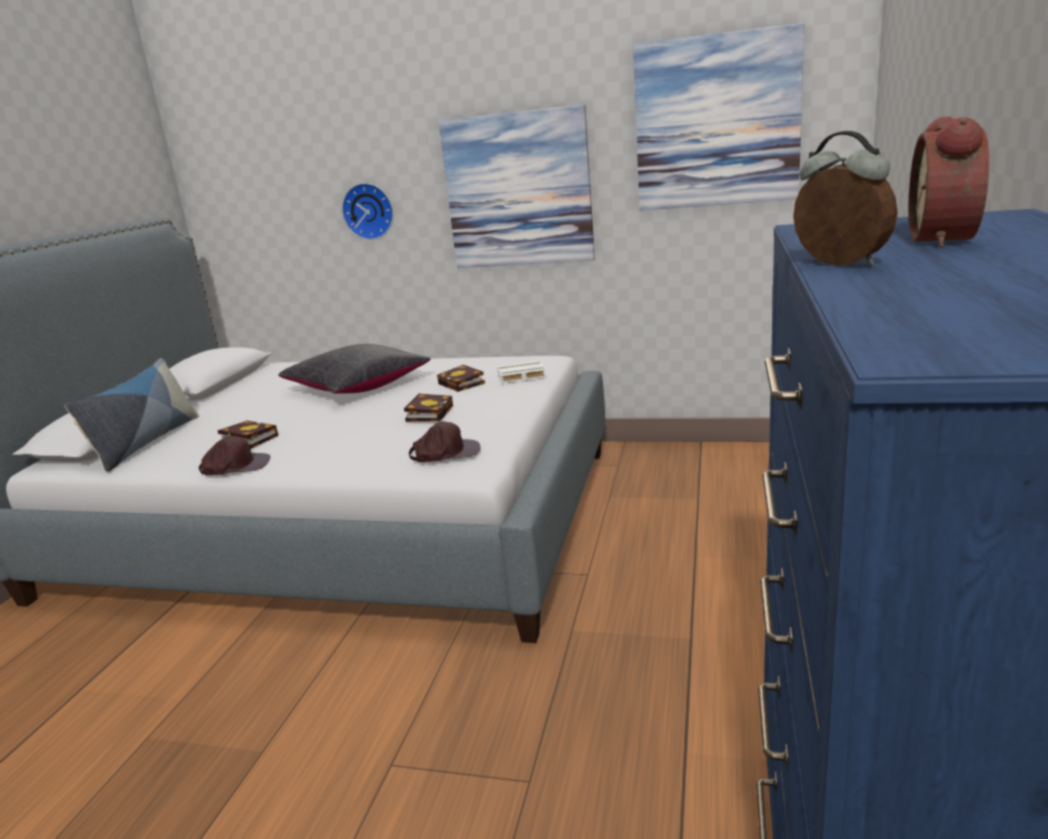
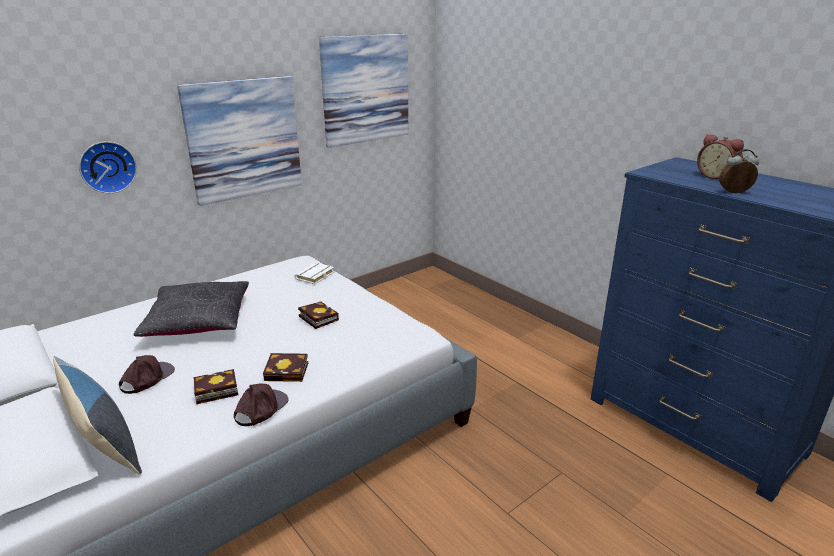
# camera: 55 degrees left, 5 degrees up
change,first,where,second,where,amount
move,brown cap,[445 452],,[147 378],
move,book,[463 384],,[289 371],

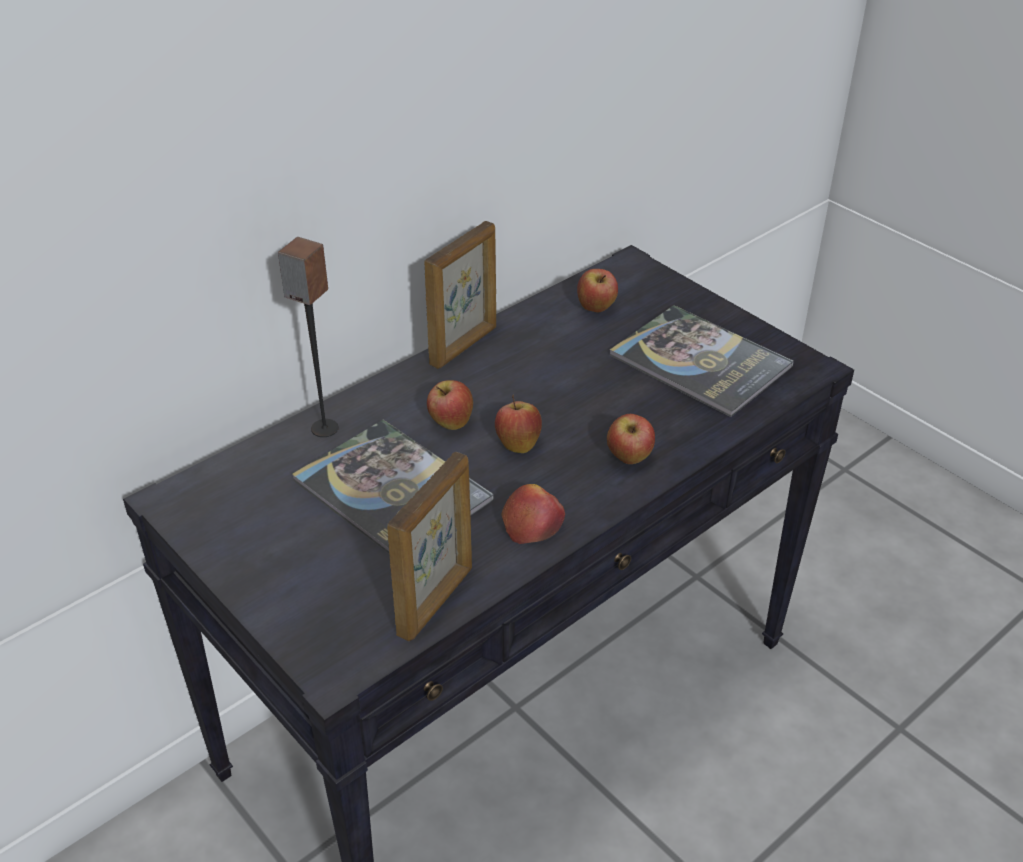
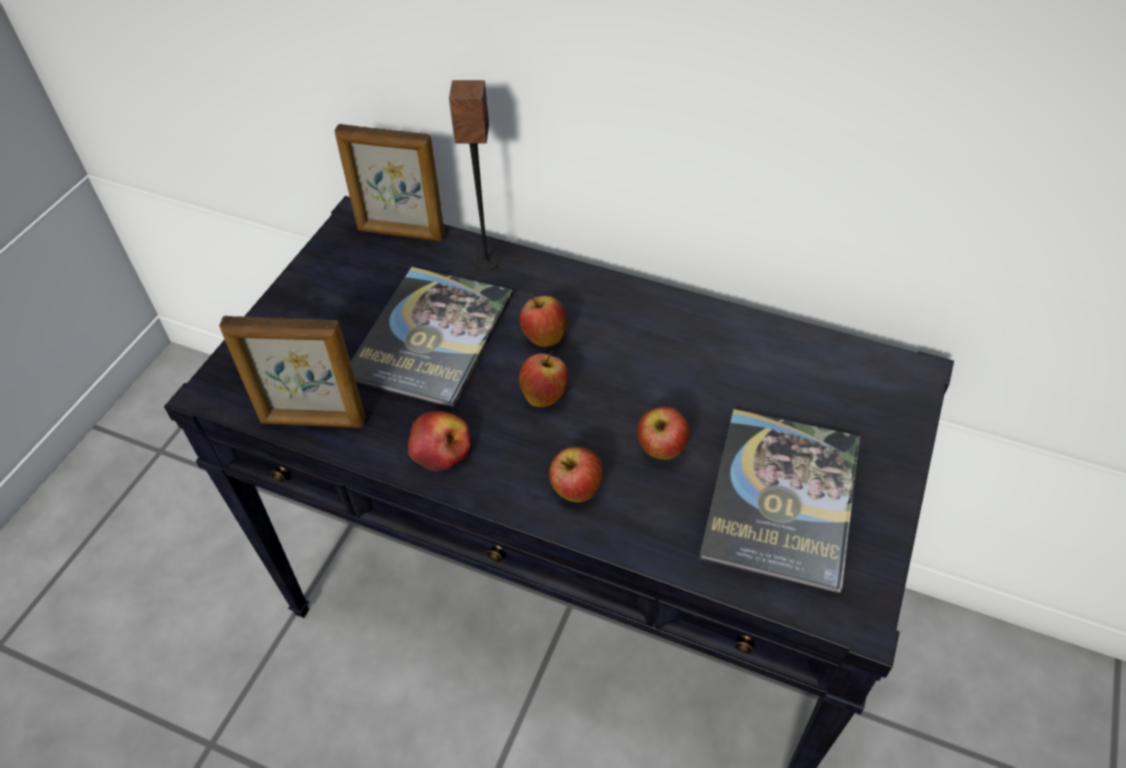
# camera: 65 degrees right, 10 degrees up
change,first,where,second,where,amount
move,picture frame,[464 346],,[400 233],
move,apple,[596 308],,[661 450],

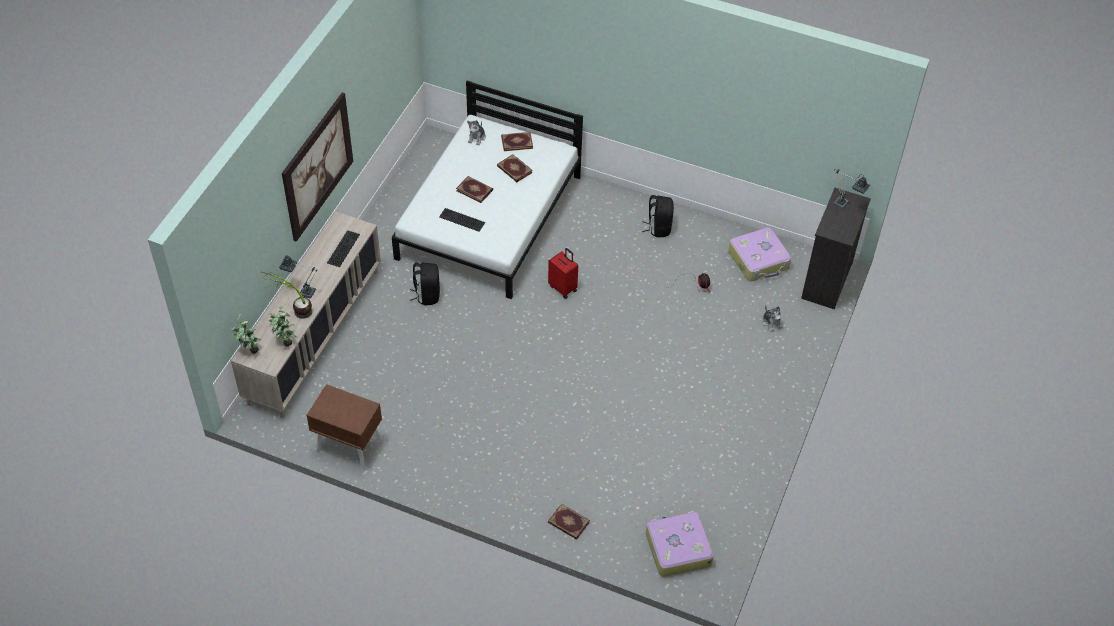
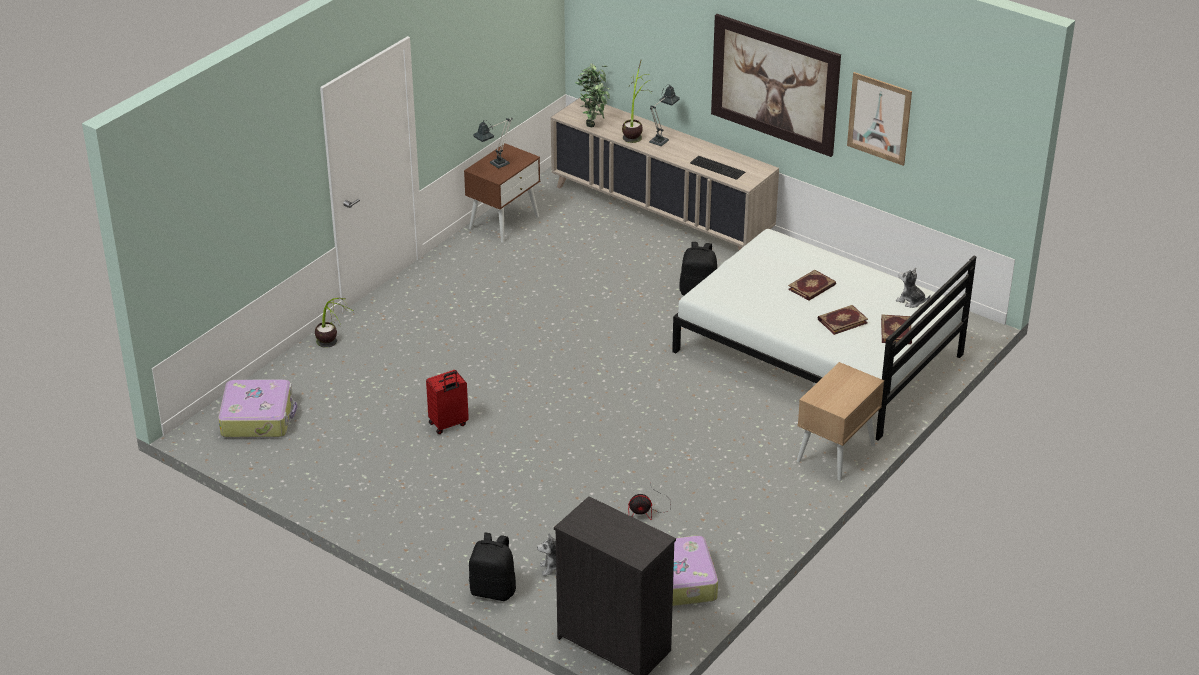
# camera: 105 degrees right, 15 degrees down
change,first,where,second,where,amount
replace,book,[568 523],potted plant,[333 347],
move,red suitcase,[563 288],,[448 424],
move,black backpack,[658 228],,[493 590],
move,table lamp,[844 205],,[496 165],
insert,,,beige nightstand,[836 453],
insert,,,picture,[879 118],
delete,keyboard,[461 220],,,

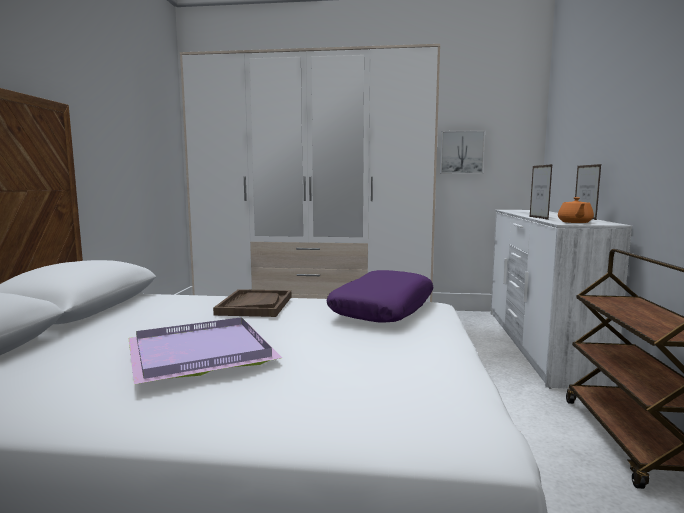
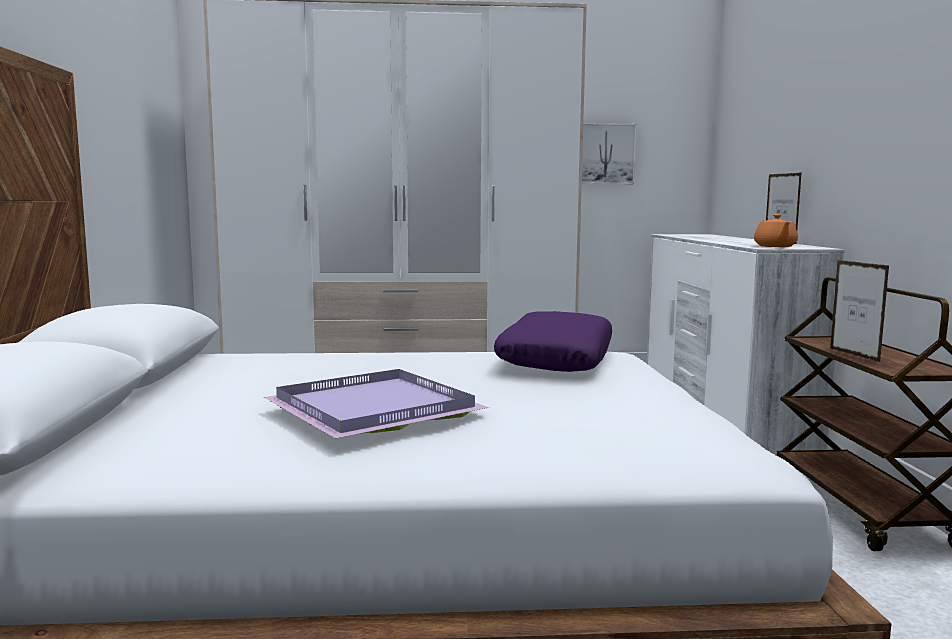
# camera: 10 degrees left, 0 degrees up
change,first,where,second,where,amount
move,picture frame,[538 218],,[854 355],
delete,brown tray,[255 305],,,

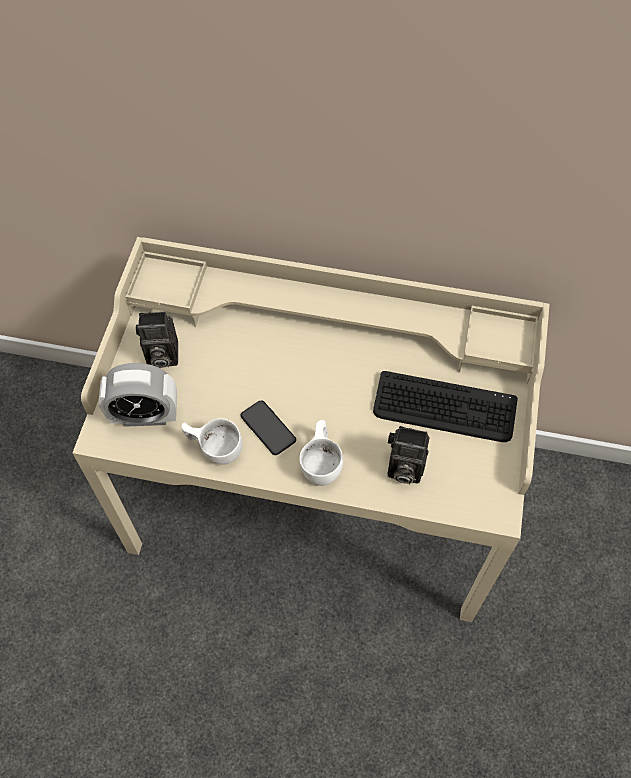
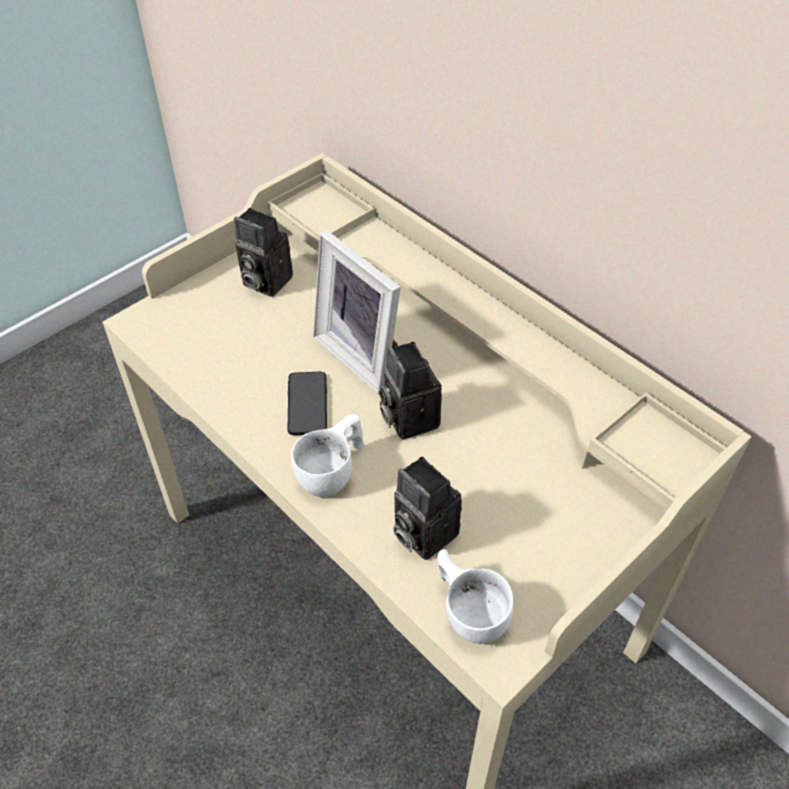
# camera: 35 degrees right, 10 degrees down
change,first,where,second,where,amount
insert,,,picture frame,[363 354],
insert,,,photo camera,[407 417],
move,white cup,[214 448],,[469 610],
delete,alarm clock,[145 416],,,
delete,keyboard,[444 408],,,

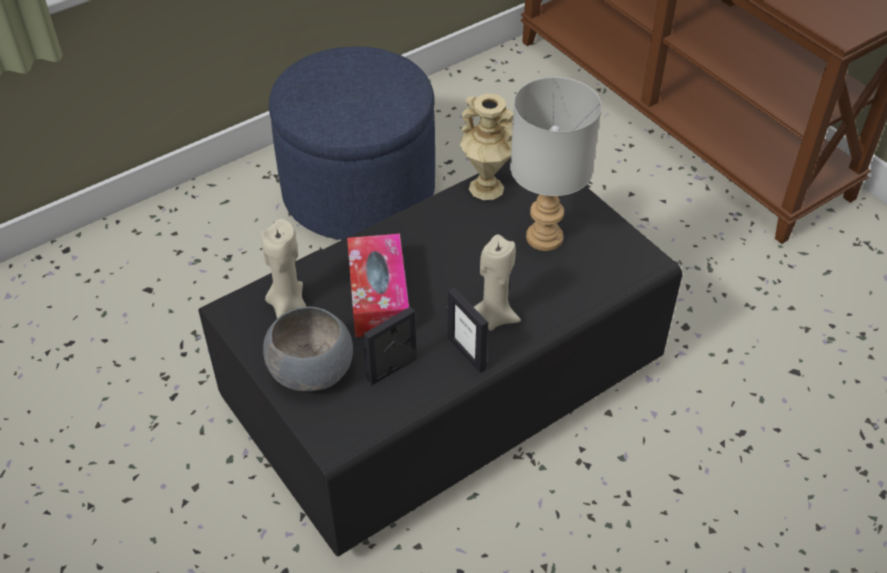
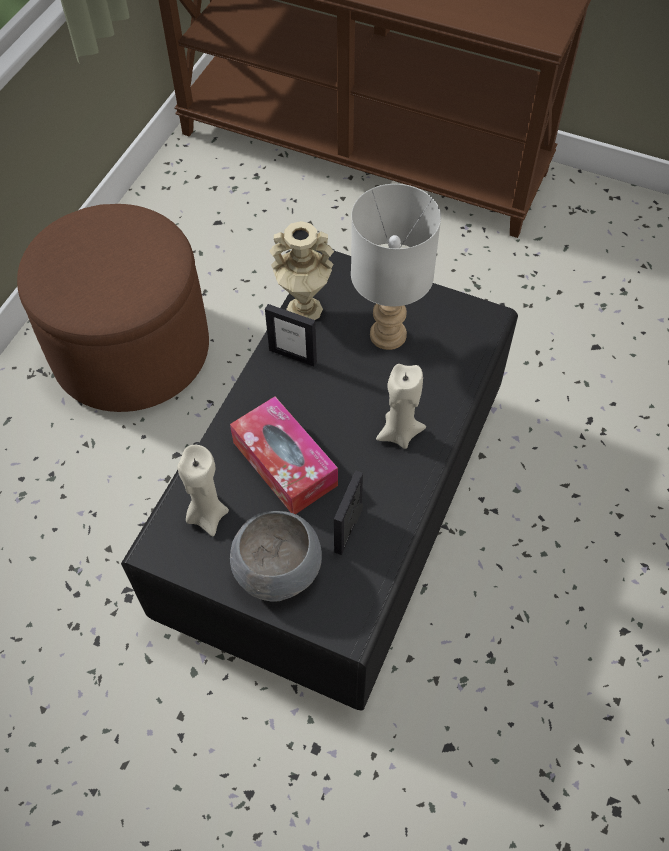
# camera: 30 degrees left, 10 degrees up
change,first,where,second,where,amount
recolor,blue ottoman,[358 191],brown ottoman,[131 350],
move,picture frame,[467 353],,[293 355],

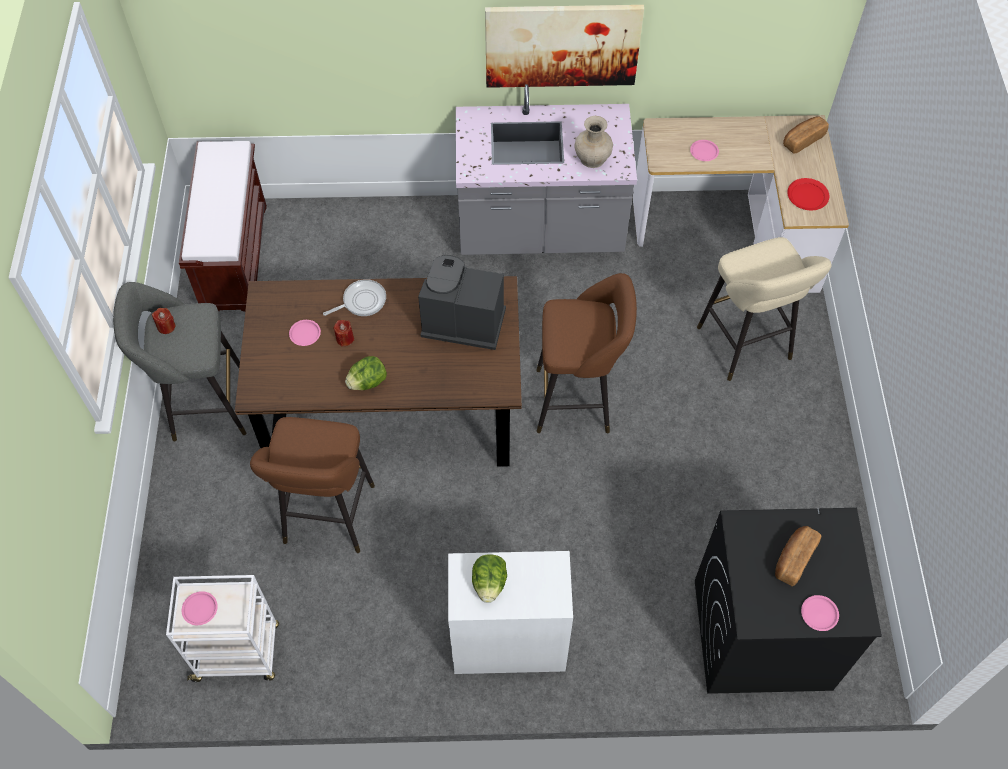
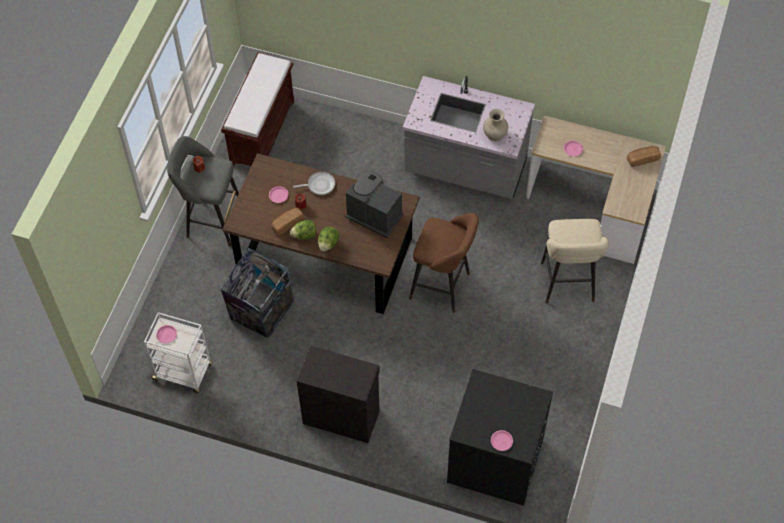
# camera: 20 degrees right, 0 degrees up
change,first,where,second,where,amount
replace,brown stool,[327 519],trash can,[261 312],
move,bread,[793 559],,[287 224],
recolor,white cabinet,[508 641],black cabinet,[341 416],
move,lettuce,[489 583],,[328 243],
delete,picture,[562 45],,,
delete,red plate,[807 196],,,

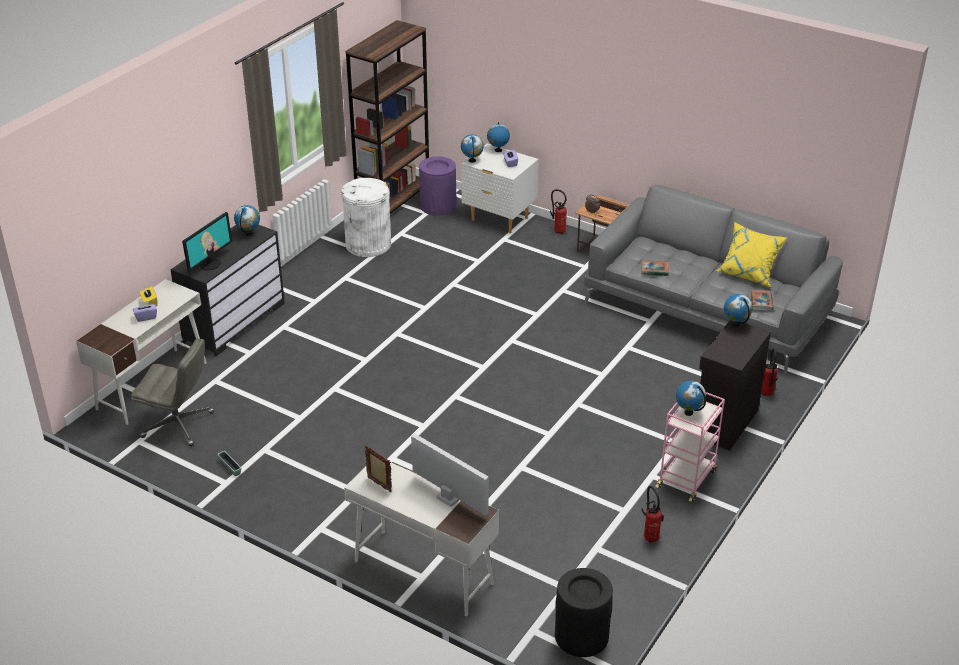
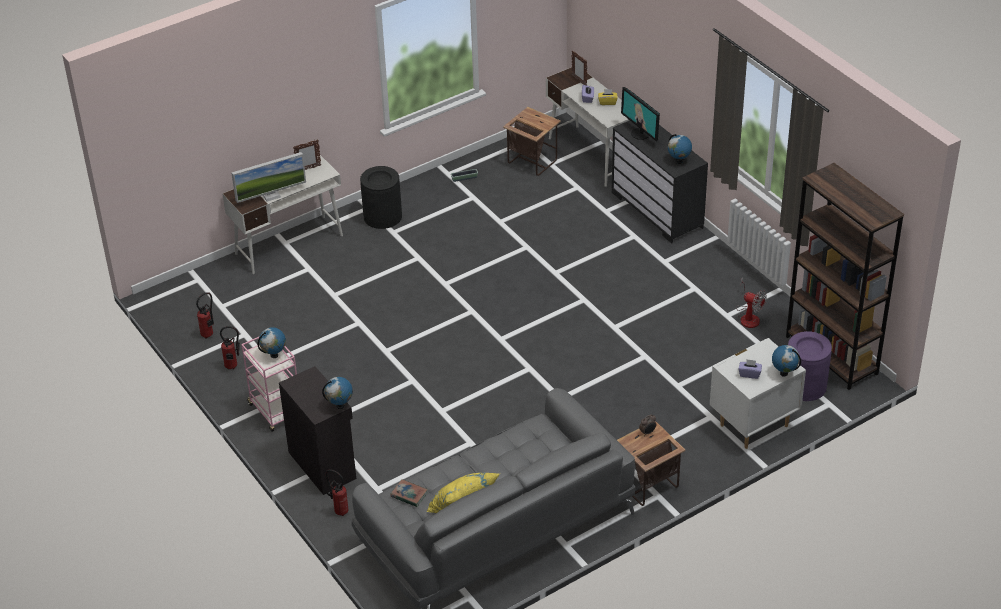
# camera: 115 degrees right, 5 degrees up
change,first,where,second,where,amount
move,fire extinguisher,[558 231],,[209 334],
move,black trash can,[582 635],,[383 217],
replace,grey office chair,[178 425],side table,[531 162],
insert,,,picture frame,[579 81],
replace,white trash can,[368 244],fan,[748 316],
delete,globe,[472 161],,,
delete,book,[654 270],,,

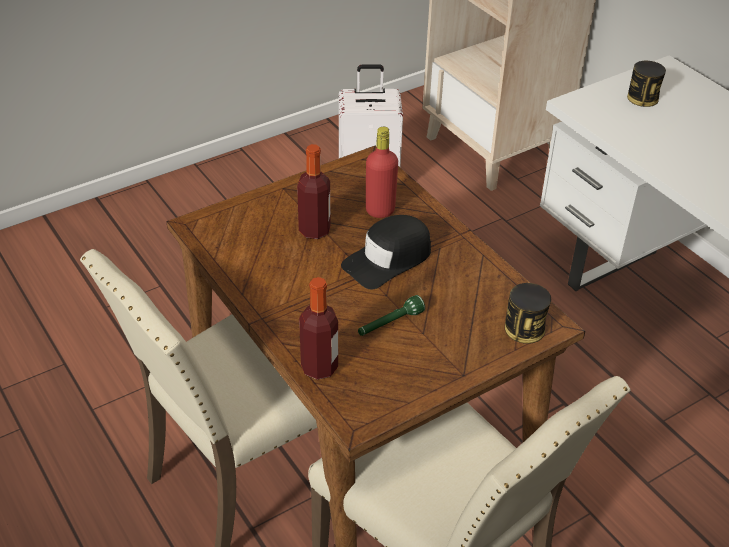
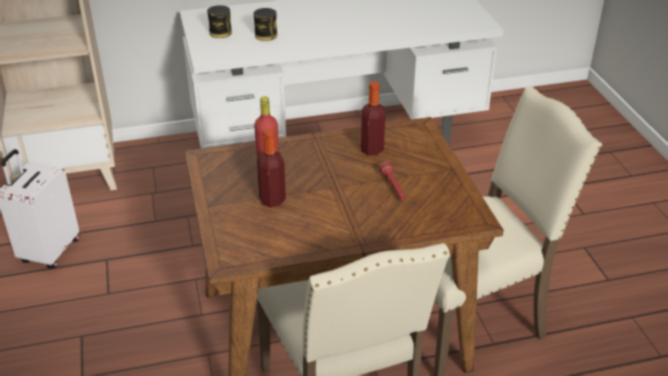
# camera: 70 degrees left, 5 degrees down
change,first,where,second,where,amount
move,can,[524 329],,[266 35],
move,bottle,[319 367],,[372 150],
recolor,green flashlight,[389 324],red flashlight,[393 187],
delete,black cap,[388 259],,,

